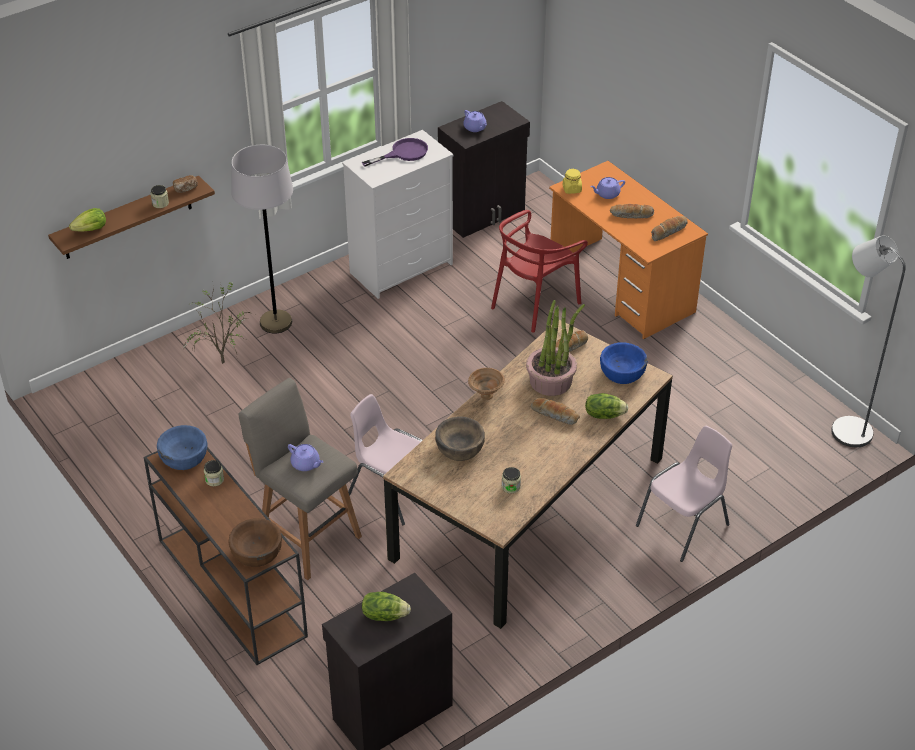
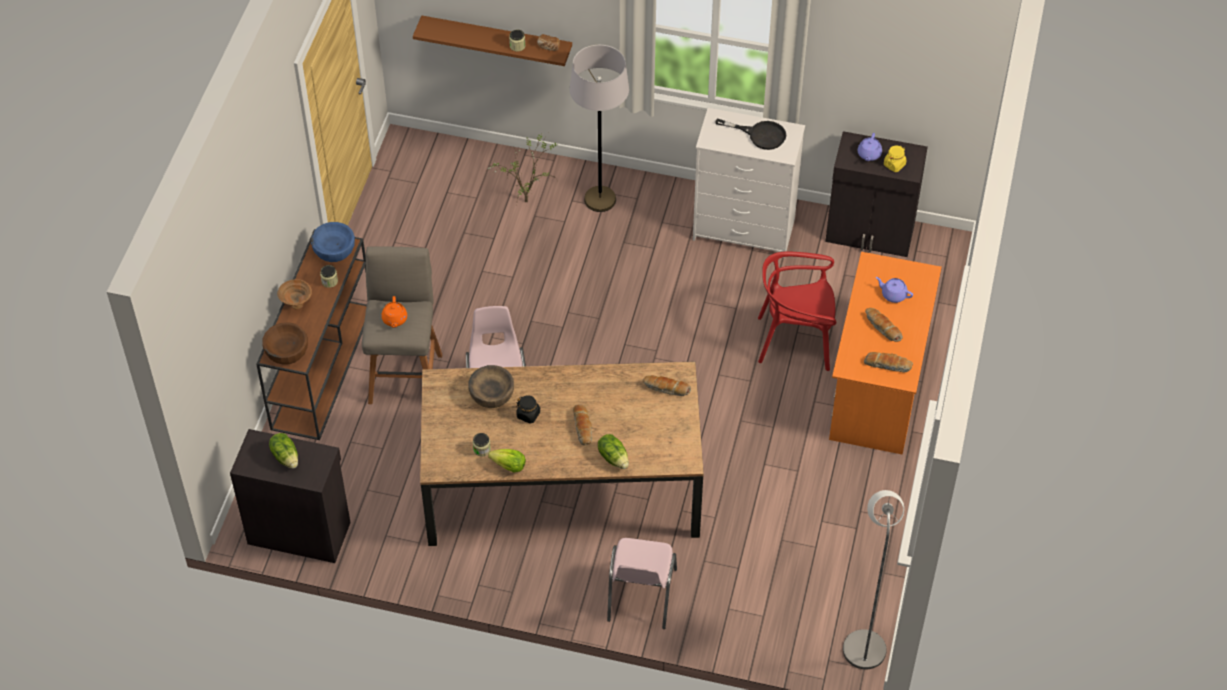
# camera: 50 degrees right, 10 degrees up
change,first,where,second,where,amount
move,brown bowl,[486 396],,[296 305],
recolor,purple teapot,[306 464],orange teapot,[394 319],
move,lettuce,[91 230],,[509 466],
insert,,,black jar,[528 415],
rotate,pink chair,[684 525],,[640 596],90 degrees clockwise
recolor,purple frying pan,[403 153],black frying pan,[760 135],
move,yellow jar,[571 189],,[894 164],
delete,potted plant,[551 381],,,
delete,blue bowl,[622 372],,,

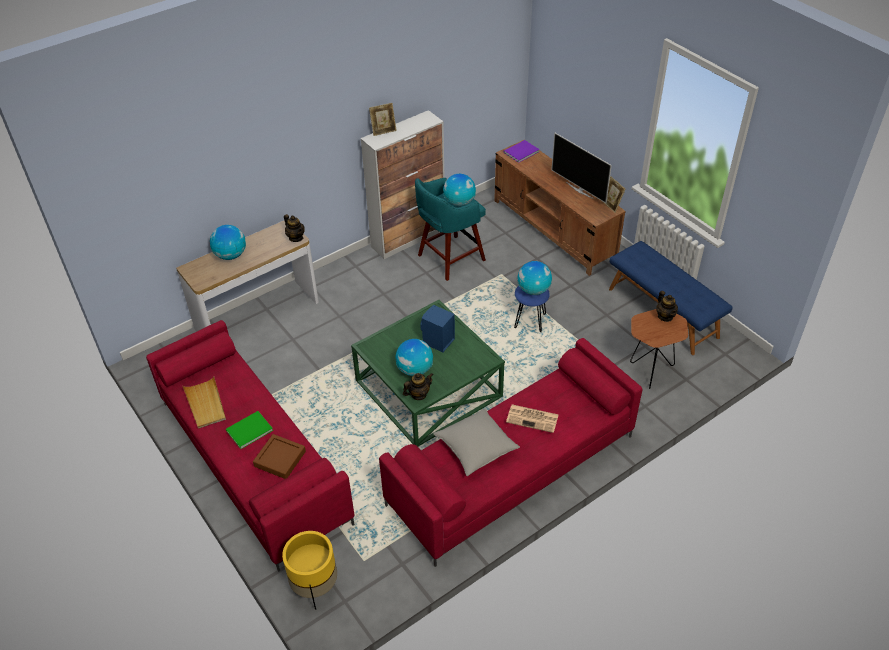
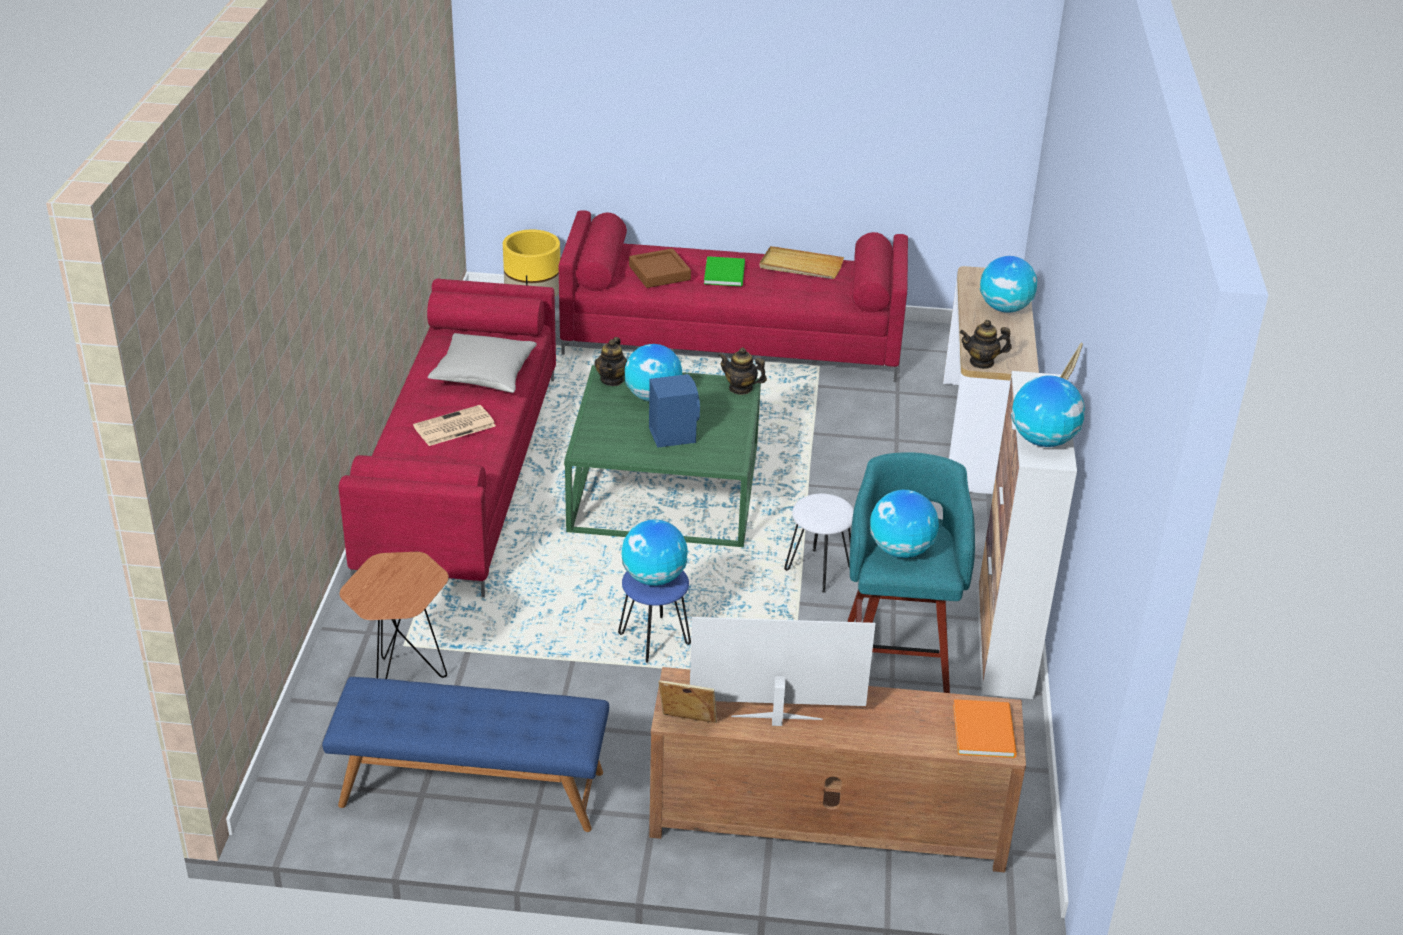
# camera: 130 degrees right, 10 degrees down
change,first,where,second,where,amount
move,teapot,[665 316],,[741 388],
insert,,,white stool,[819 570],
recolor,purple book,[520 152],orange book,[985 729],
insert,,,globe,[1042 440],

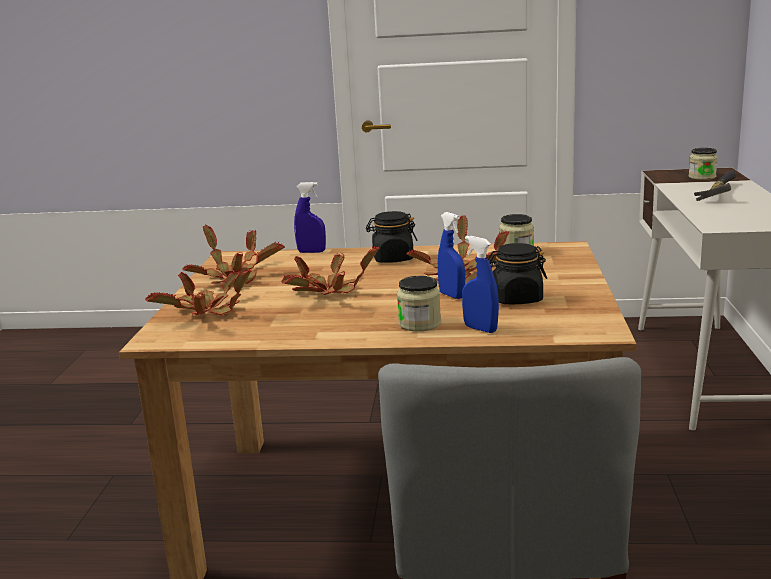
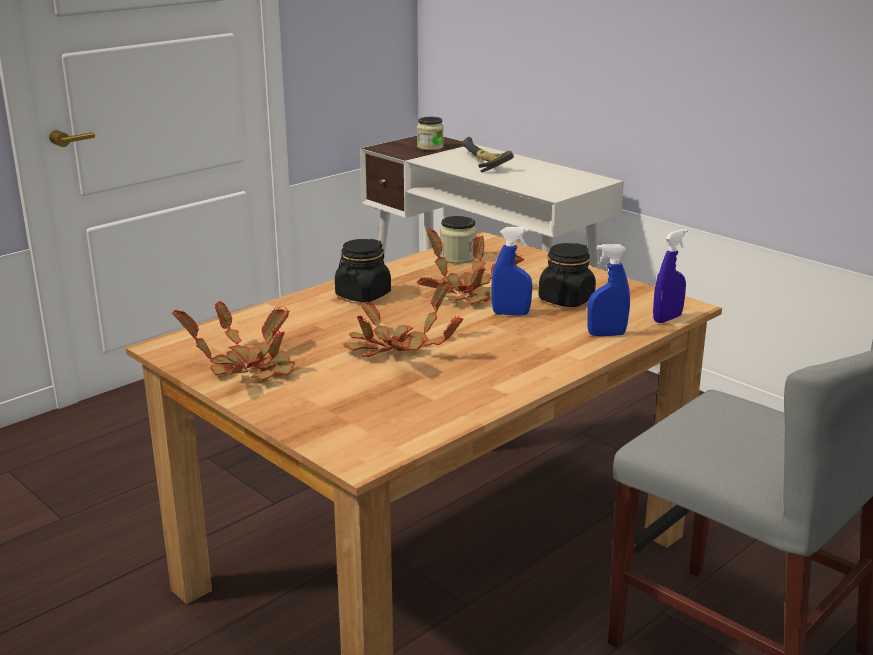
# camera: 50 degrees left, 5 degrees up
change,first,where,second,where,amount
move,blue spray bottle,[311 252],,[667 319],
delete,potted plant,[206 312],,,
delete,jar,[419 324],,,

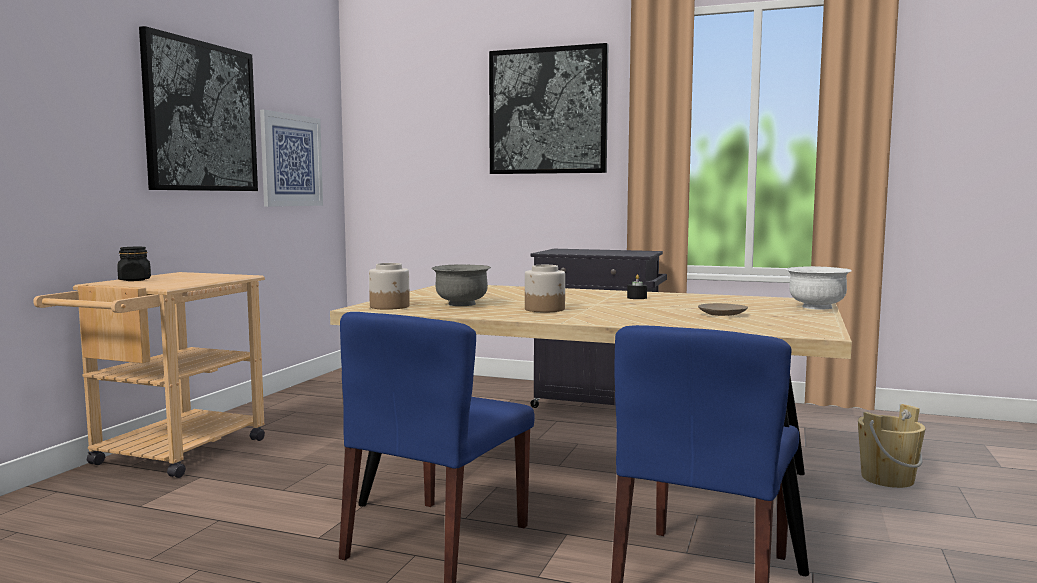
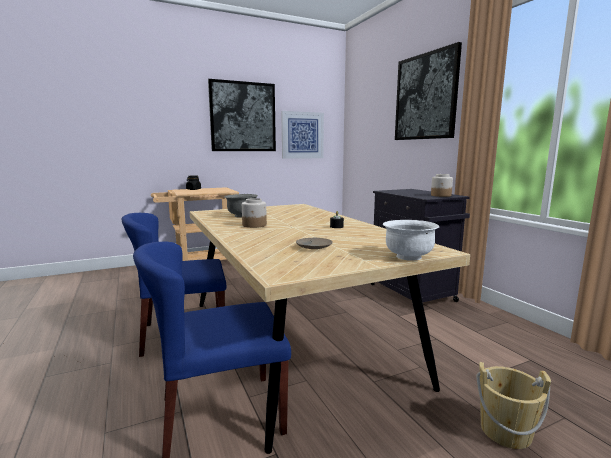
# camera: 45 degrees right, 5 degrees up
change,first,where,second,where,amount
move,jar,[390 306],,[441 195],

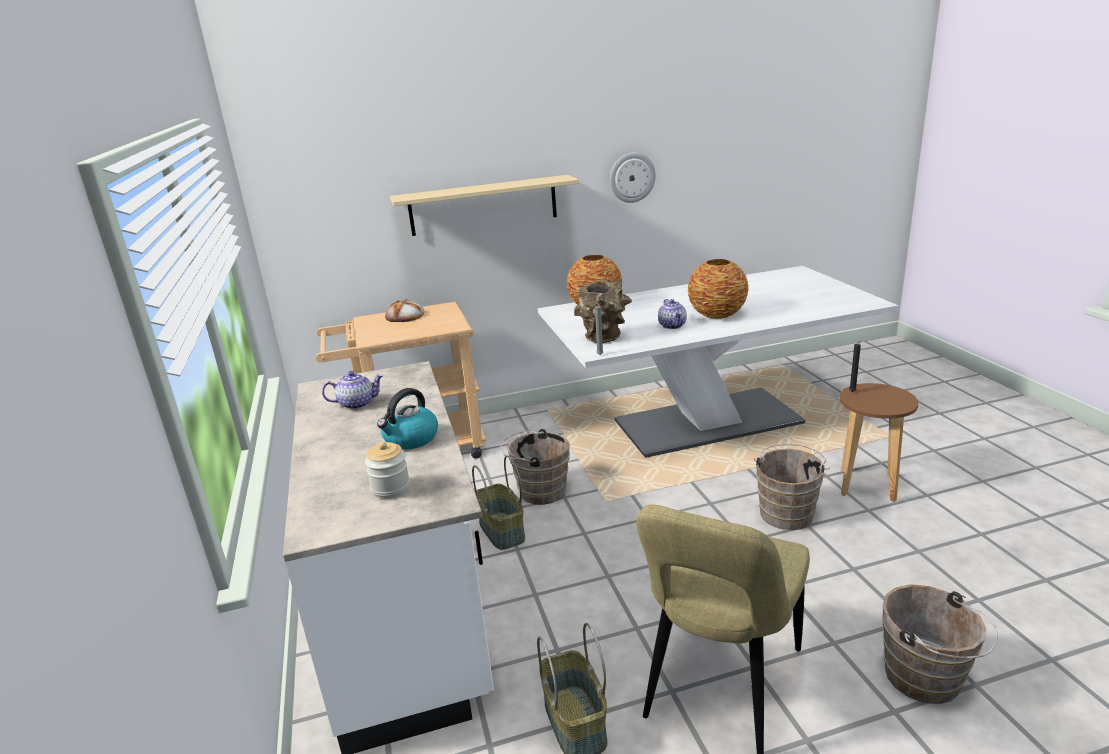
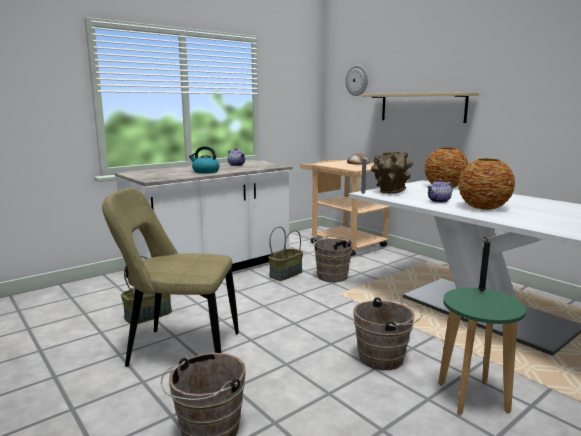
# camera: 65 degrees right, 10 degrees down
change,first,where,second,where,amount
move,wall clock,[632 177],,[357 80],
recolor,brown stool,[867 486],green stool,[472 397],
delete,jar,[391 488],,,

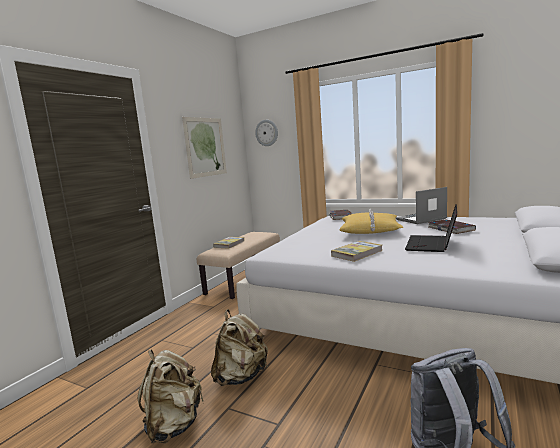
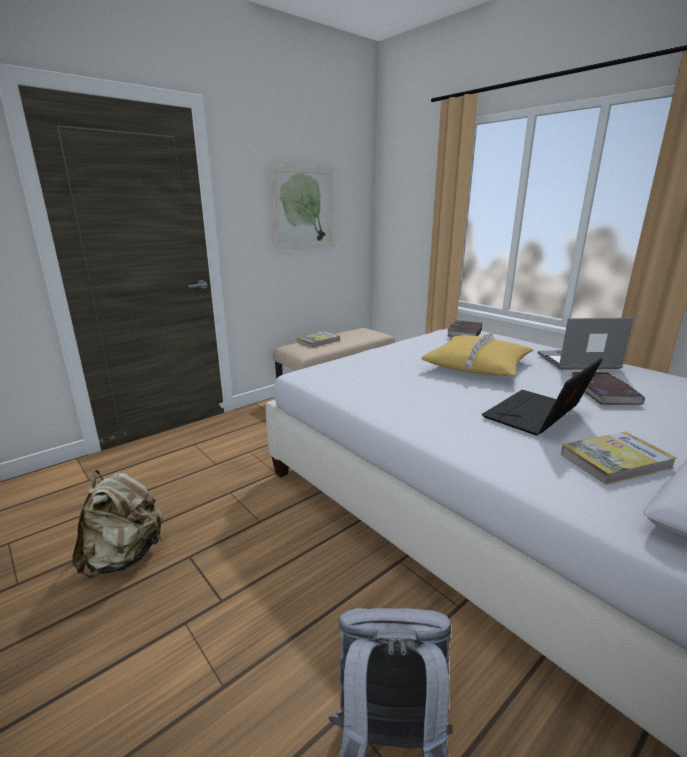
# camera: 20 degrees right, 10 degrees up
change,first,where,second,where,amount
move,book,[357 253],,[615 461],
delete,beige backpack,[241 376],,,
delete,wall clock,[267 133],,,

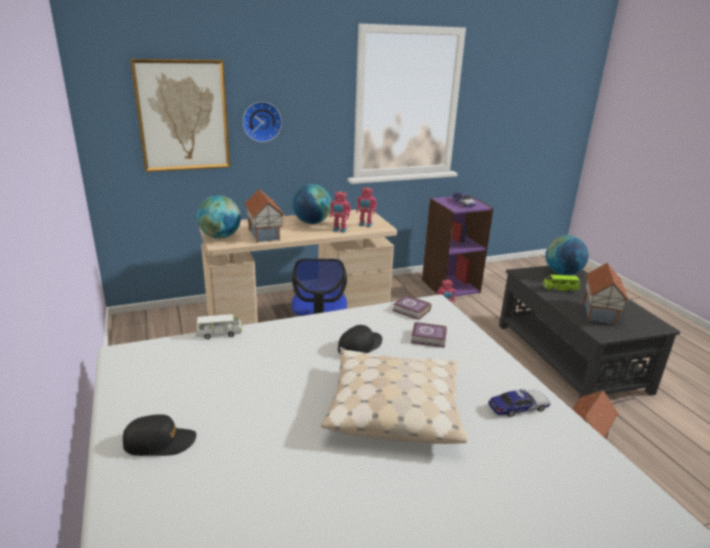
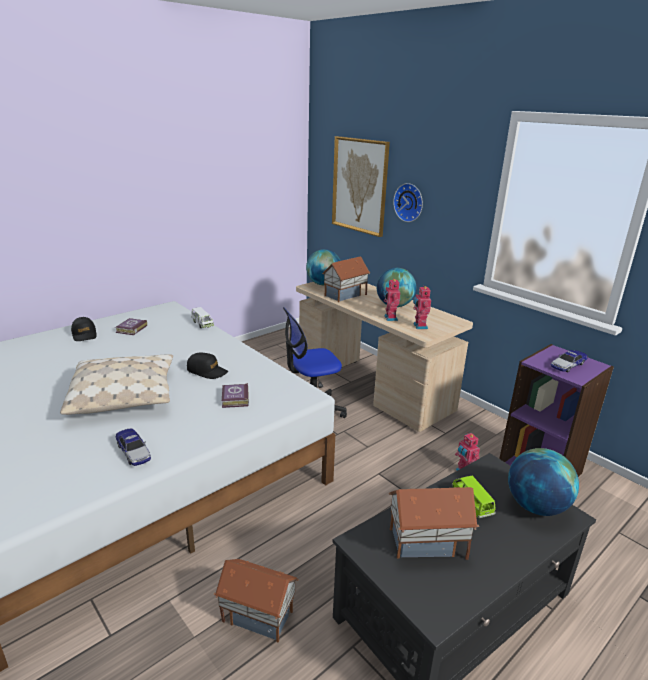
# camera: 70 degrees right, 0 degrees up
change,first,where,second,where,amount
move,book,[411 311],,[130 329],

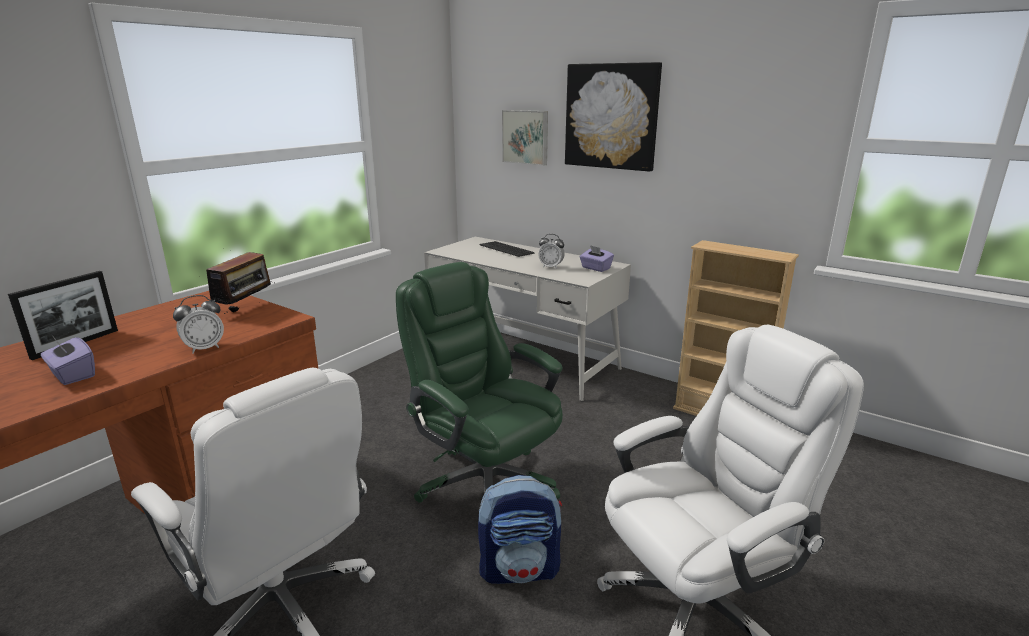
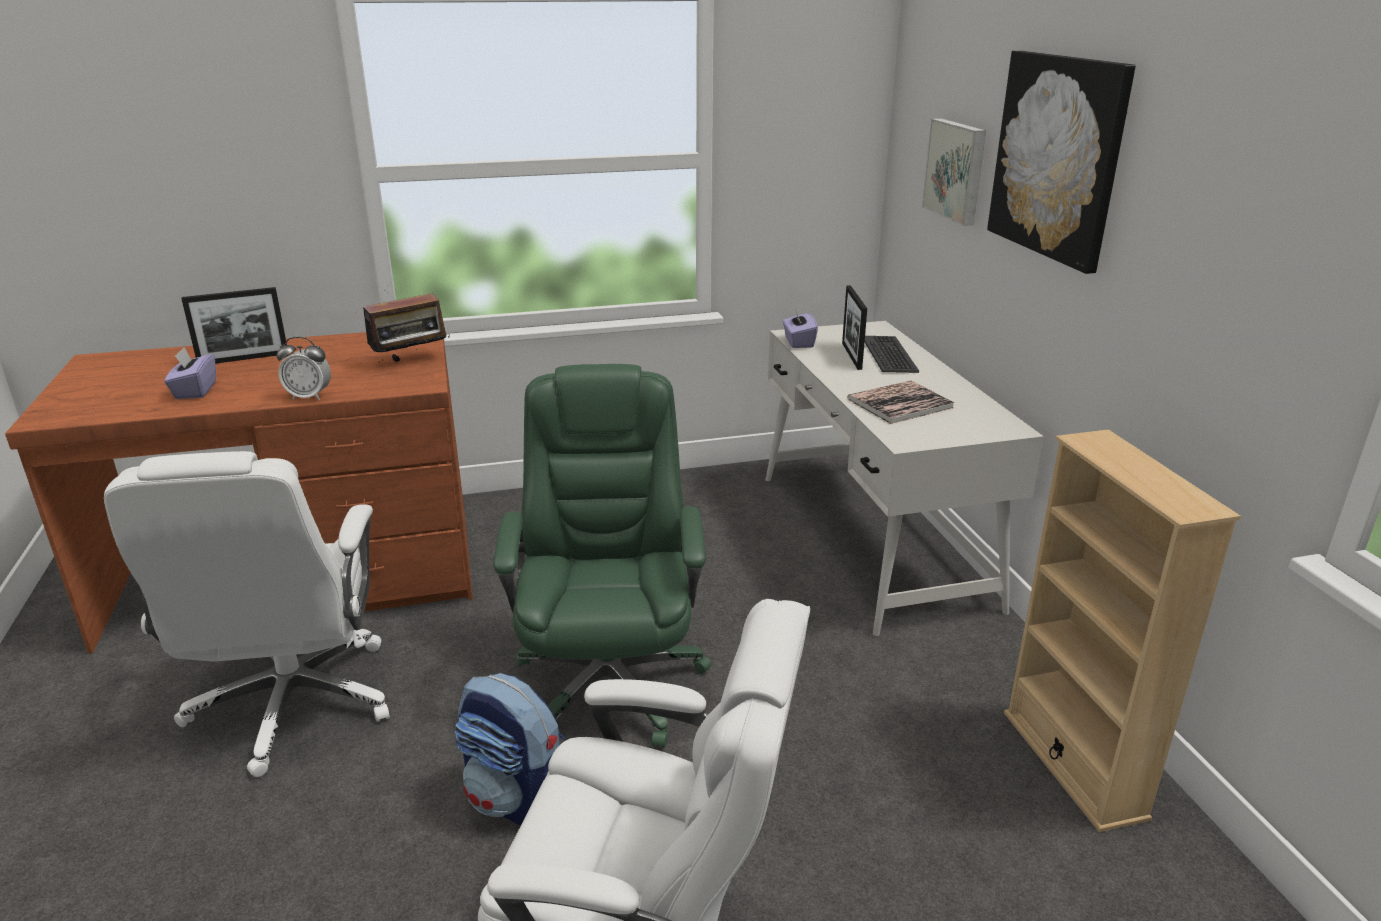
# camera: 40 degrees right, 5 degrees up
change,first,where,second,where,amount
move,purple tissue box,[595 268],,[798 342],
insert,,,picture frame,[851 356],
replace,alarm clock,[551 267],book,[900 403],

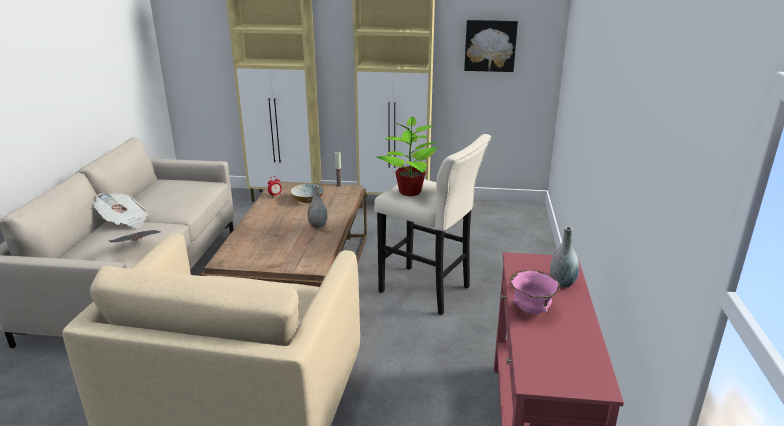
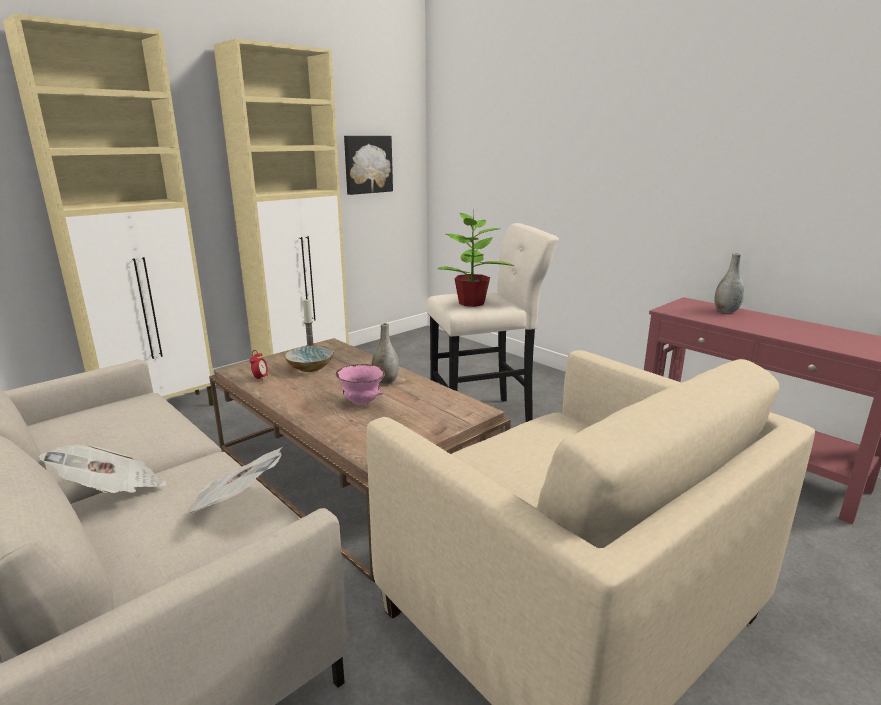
# camera: 50 degrees left, 5 degrees down
change,first,where,second,where,amount
move,pink bowl,[531 310],,[361 402],

